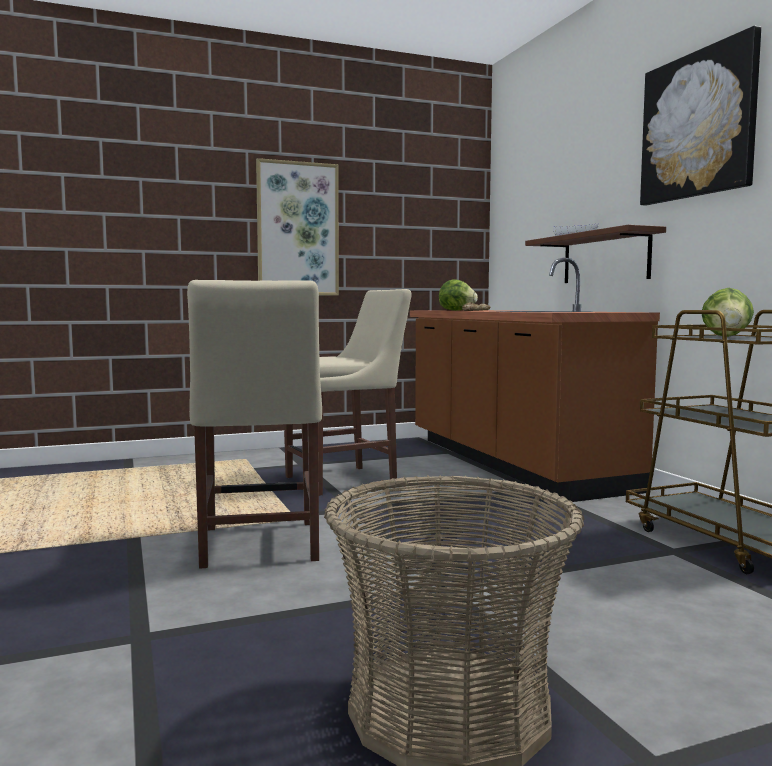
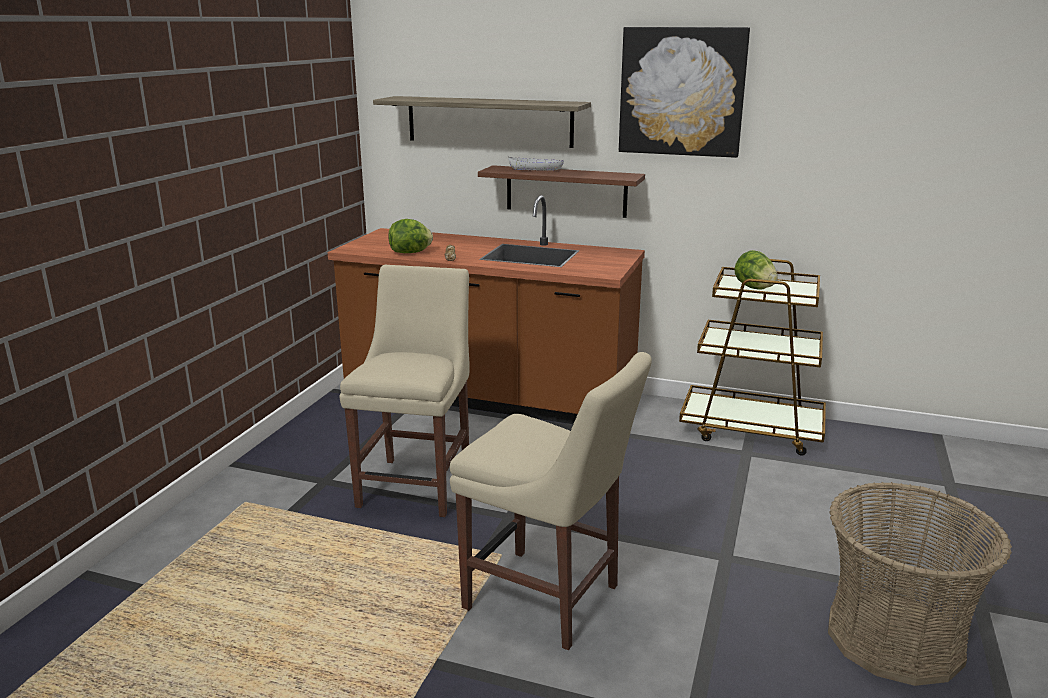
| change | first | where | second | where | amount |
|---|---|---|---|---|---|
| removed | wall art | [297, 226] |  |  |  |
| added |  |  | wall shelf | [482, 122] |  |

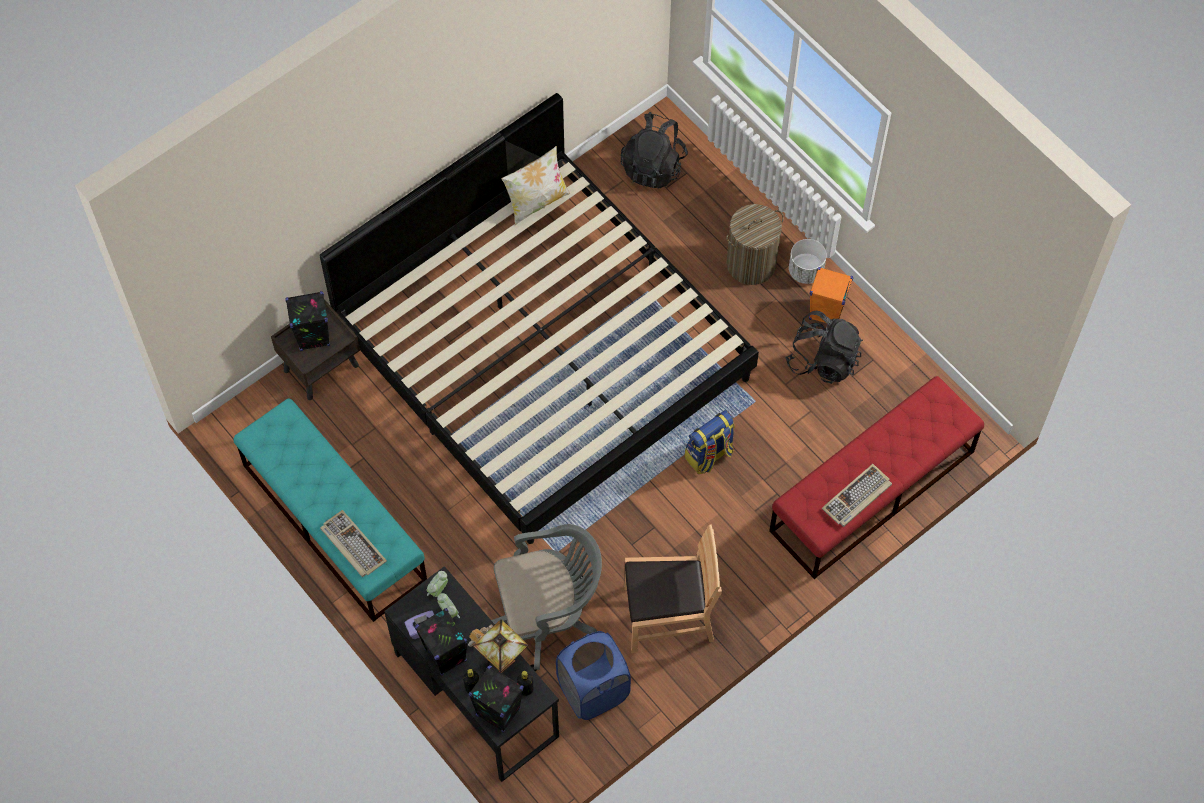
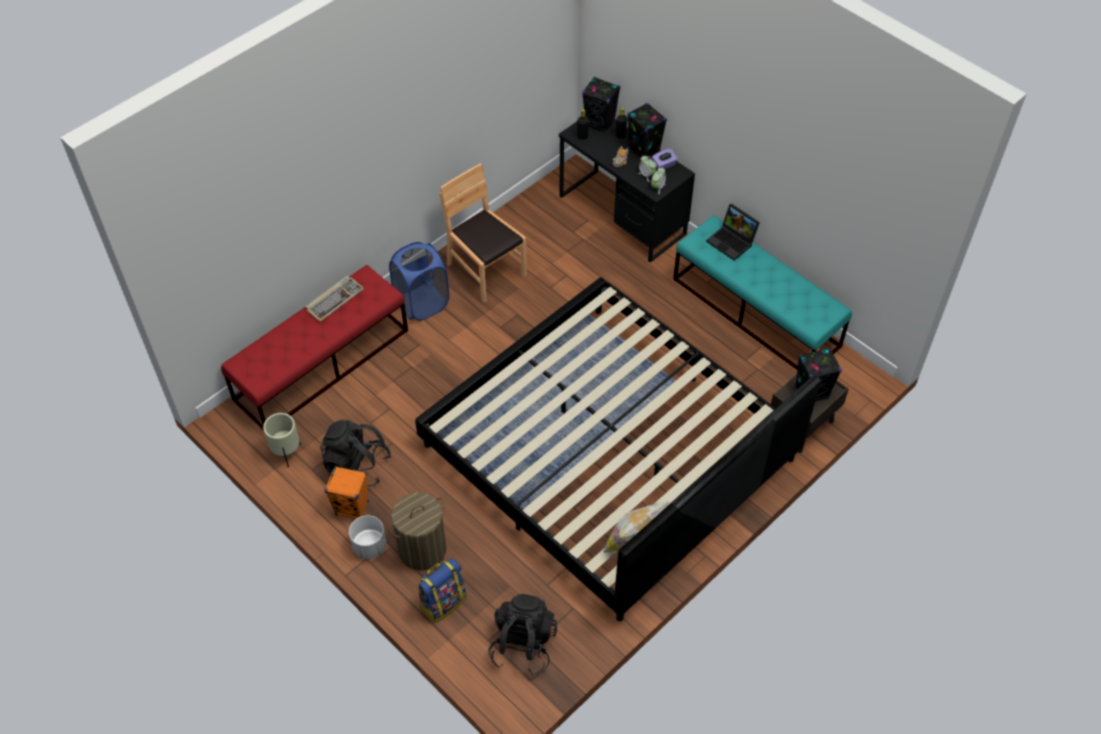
| change | first | where | second | where | amount |
|---|---|---|---|---|---|
| moved | rucksack | [710, 442] |  | [441, 590] |  |
| replaced | keyboard | [353, 543] | notebook computer | [733, 232] |  |
| removed | greyish computer chair | [546, 597] |  |  |  |
| turned | brownish chair | [673, 588] |  | [483, 233] | 60 degrees clockwise |
| removed | tabletop lamp | [500, 646] |  |  |  |
| moved | blue-coloured laundry basket | [593, 675] |  | [419, 281] |  |
| added |  |  | sand-coloured planter | [282, 440] |  |

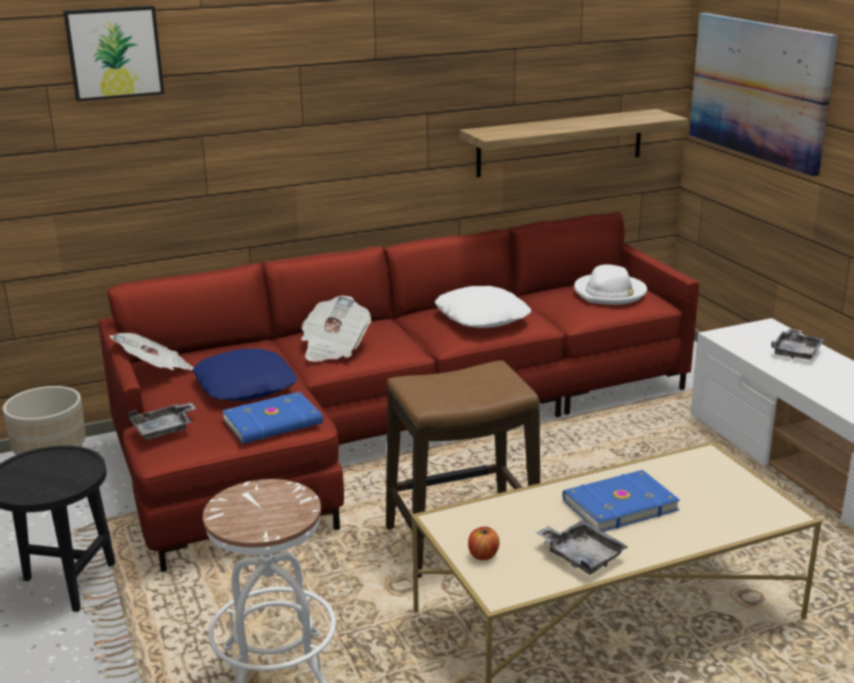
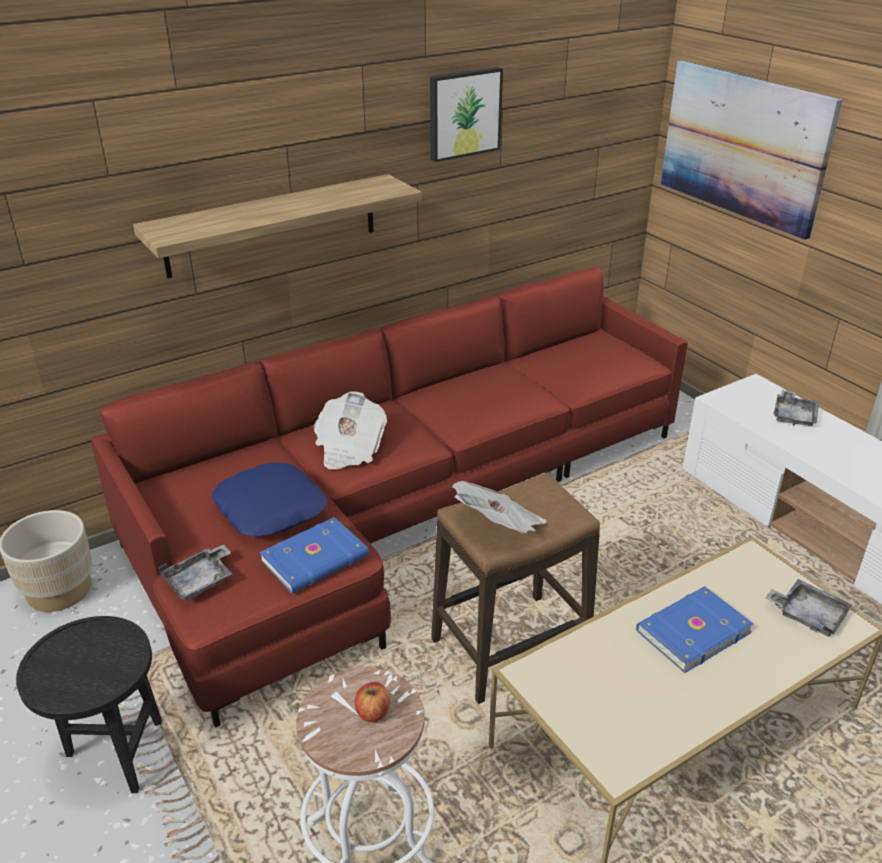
| change | first | where | second | where | amount |
|---|---|---|---|---|---|
| moved | wall art | [113, 53] |  | [466, 114] |  |
| moved | wall shelf | [574, 143] |  | [277, 226] |  |
| removed | white hat | [610, 284] |  |  |  |
| removed | white throw pillow | [483, 307] |  |  |  |
| moved | daily paper | [151, 351] |  | [500, 507] |  |
| moved | greyish carrying tray | [582, 547] |  | [808, 608] |  |
| moved | apple | [483, 543] |  | [372, 702] |  |

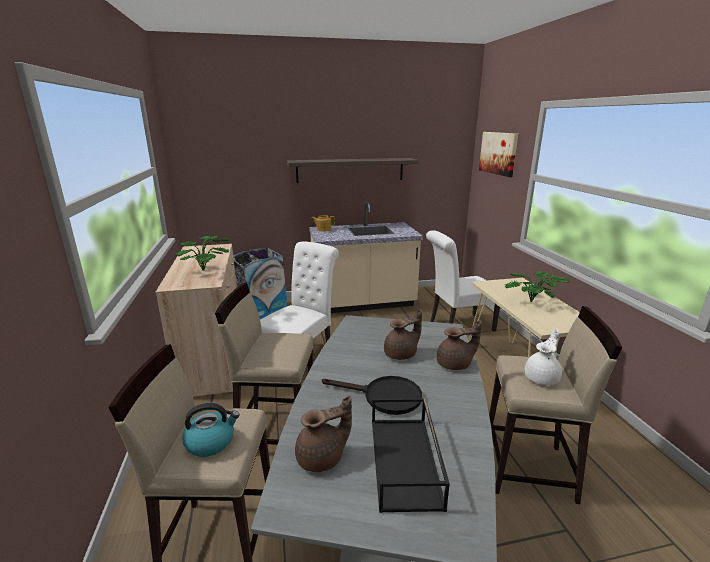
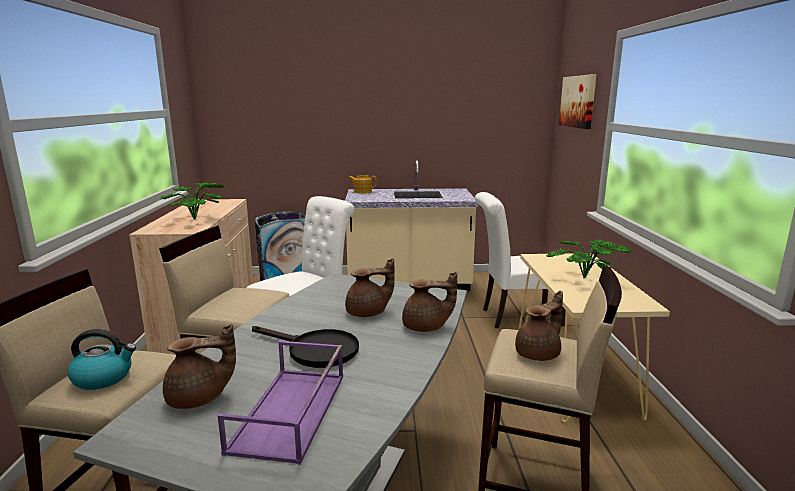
| change | first | where | second | where | amount |
|---|---|---|---|---|---|
| removed | wall shelf | [353, 170] |  |  |  |
| recoloured | white pot for tea | [543, 357] | brownish pot for tea | [539, 325] |  |
| recoloured | black-coloured carrying tray | [411, 455] | purple carrying tray | [280, 403] |  |

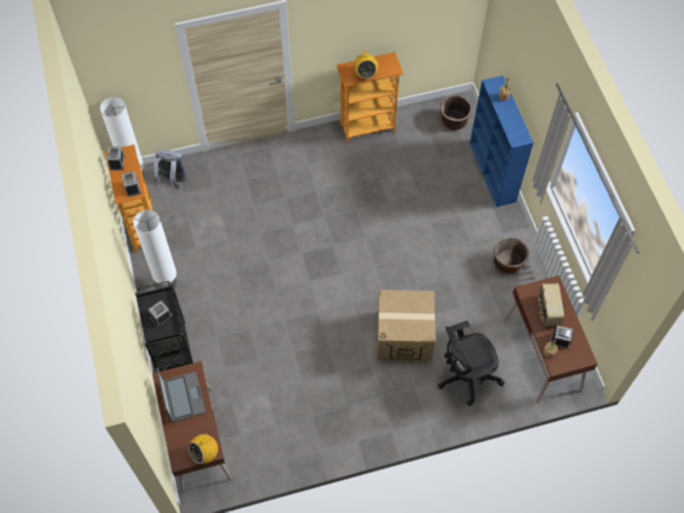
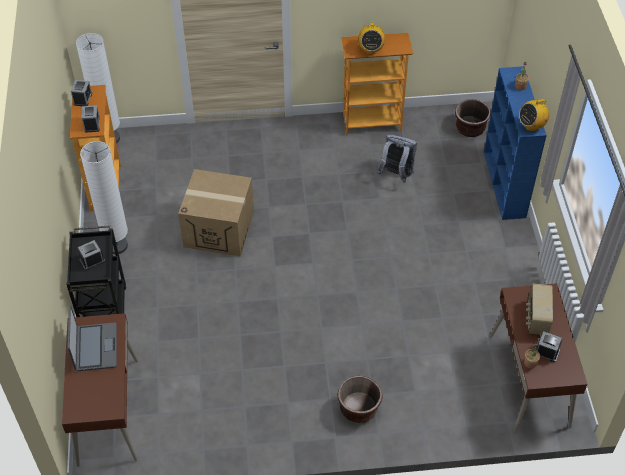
| change | first | where | second | where | amount |
|---|---|---|---|---|---|
| moved | greyish rucksack | [170, 170] |  | [397, 159] |  |
| moved | brownish planter | [511, 256] |  | [360, 399] |  |
| moved | packing box | [406, 326] |  | [216, 212] |  |
| removed | black-coloured computer chair | [471, 363] |  |  |  |
| moved | radio set | [203, 448] |  | [534, 113] |  |

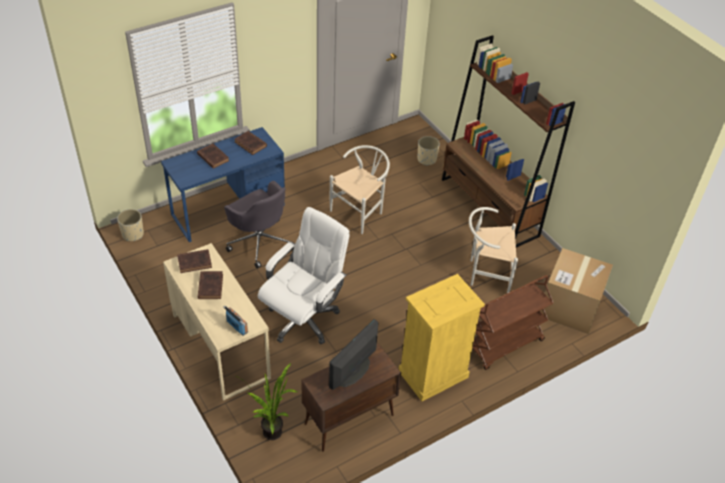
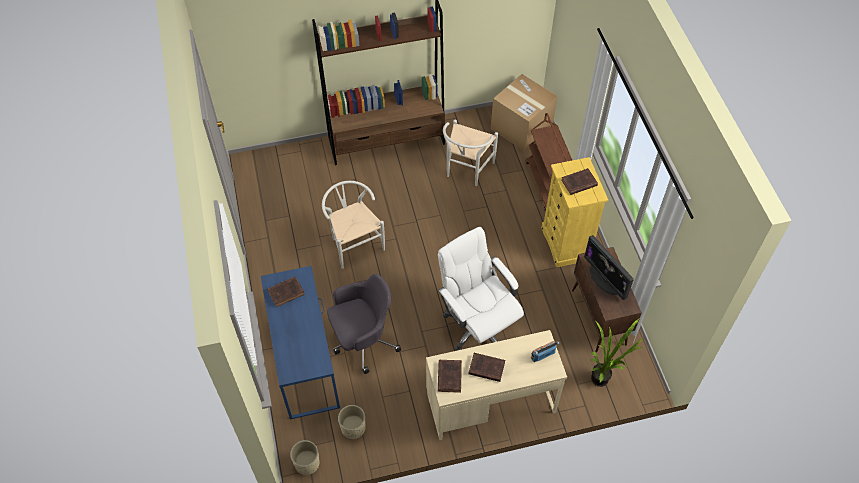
| change | first | where | second | where | amount |
|---|---|---|---|---|---|
| moved | sand-coloured planter | [428, 151] |  | [352, 422] |  |
| moved | brownish bound book | [213, 156] |  | [579, 181] |  |

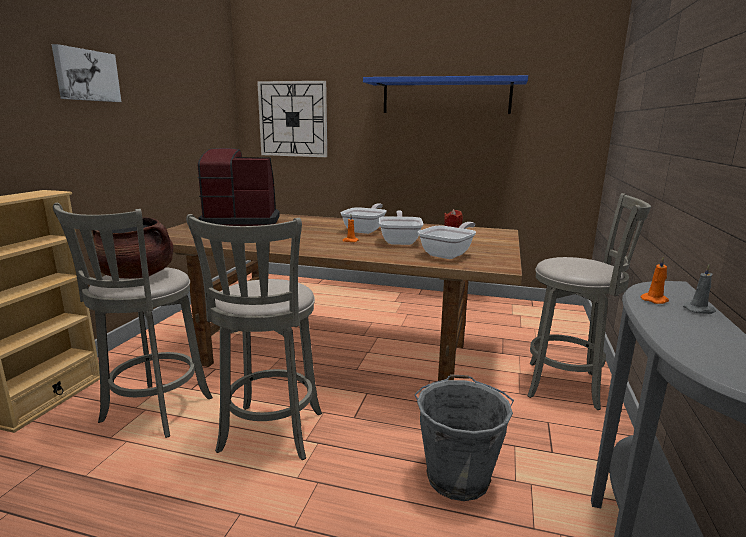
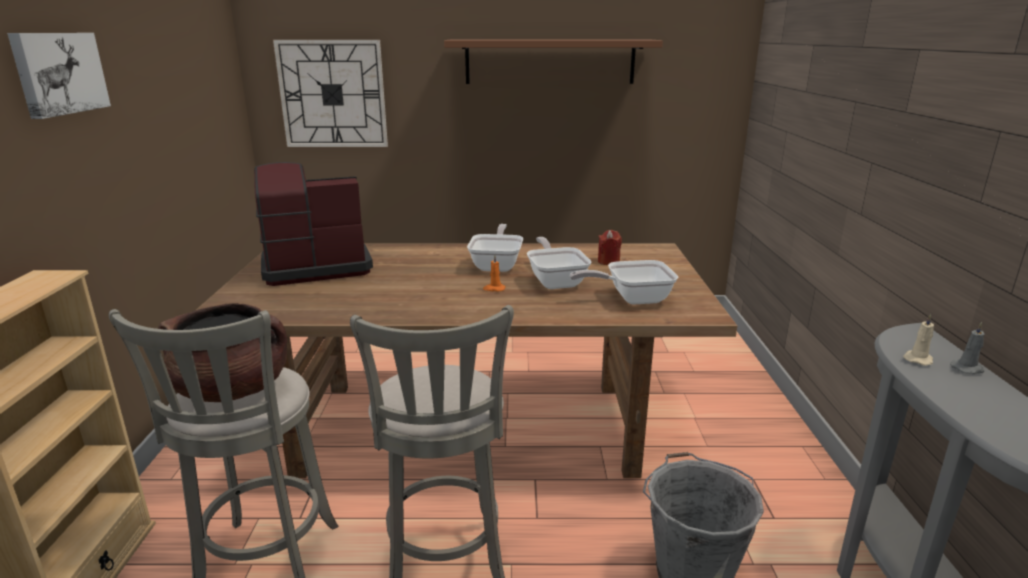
| change | first | where | second | where | amount |
|---|---|---|---|---|---|
| recoloured | blue-coloured wall shelf | [445, 94] | brownish wall shelf | [553, 62] |  |
| removed | greyish stool | [589, 301] |  |  |  |
| turned | frying pan | [447, 240] |  | [623, 282] | 120 degrees counterclockwise |
| recoloured | orange-coloured wax candle | [654, 280] | sand-coloured wax candle | [918, 340] |  |

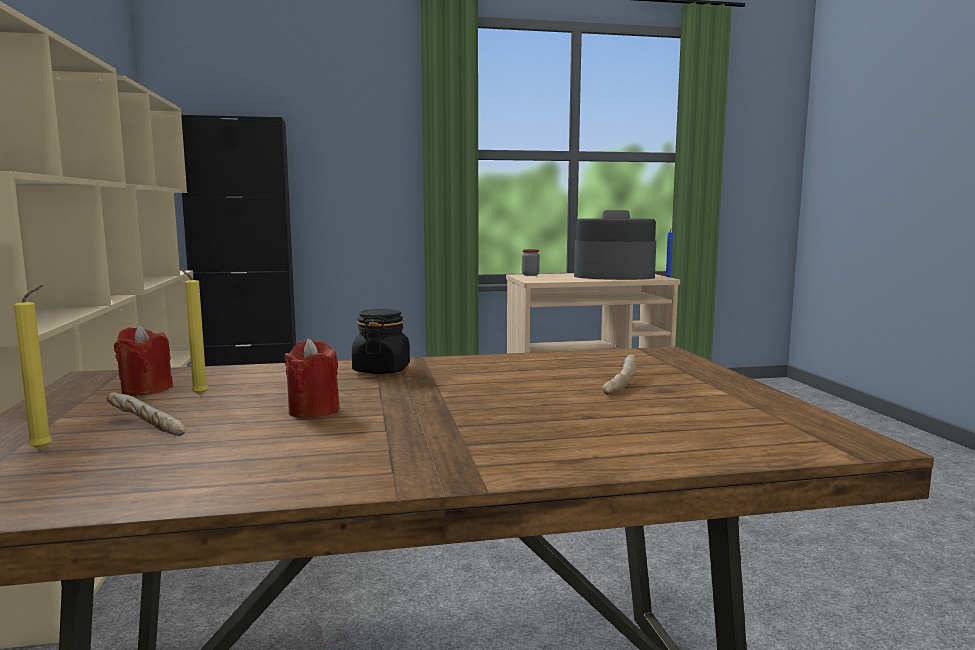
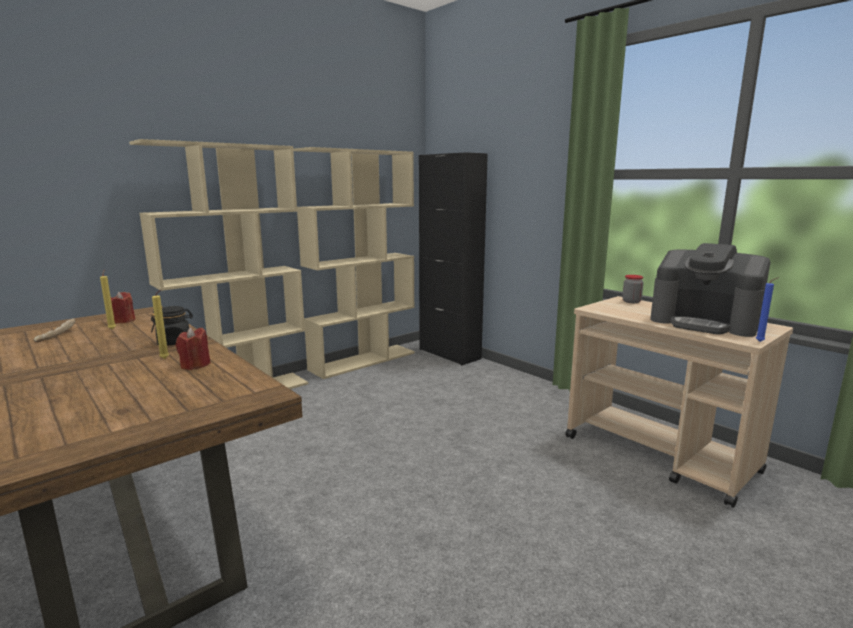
| change | first | where | second | where | amount |
|---|---|---|---|---|---|
| turned | coffee machine | [615, 245] |  | [710, 290] | 150 degrees clockwise |
| moved | yellow wax candle | [33, 367] |  | [160, 324] |  |
| moved | red wax candle | [312, 378] |  | [193, 348] |  |
| removed | baked bread | [619, 374] |  |  |  |

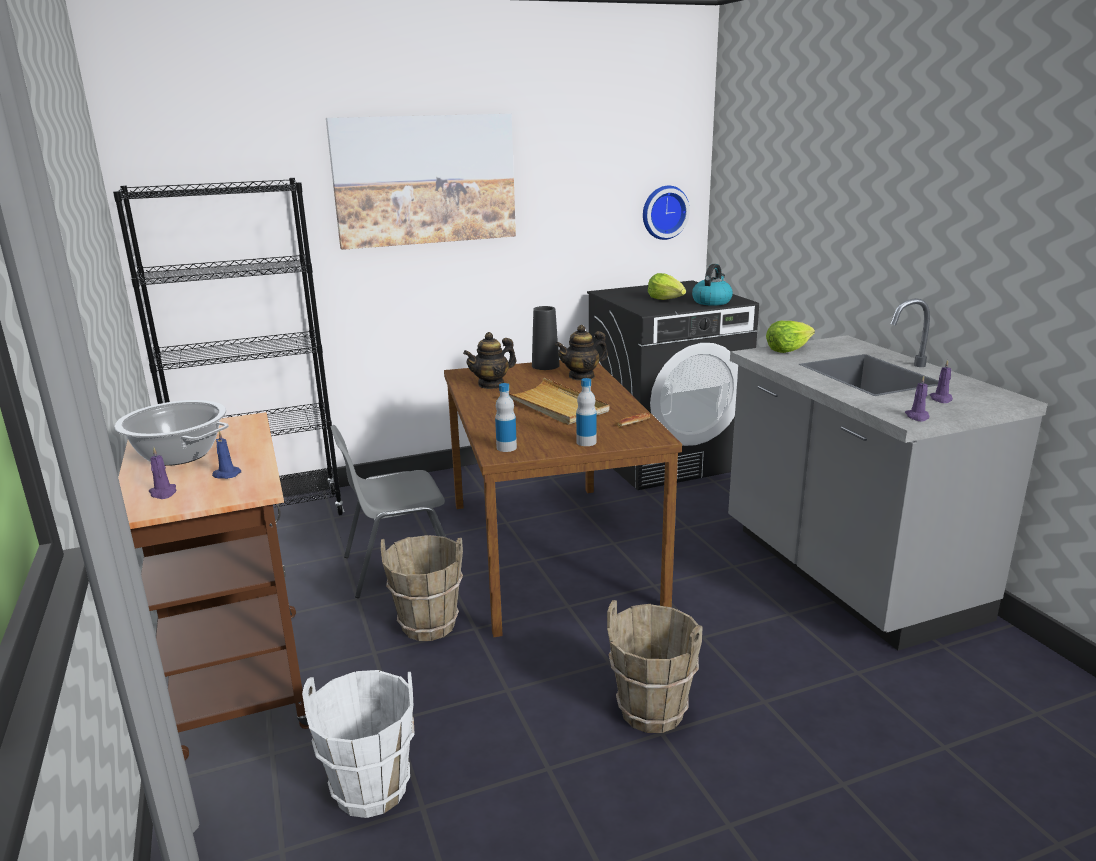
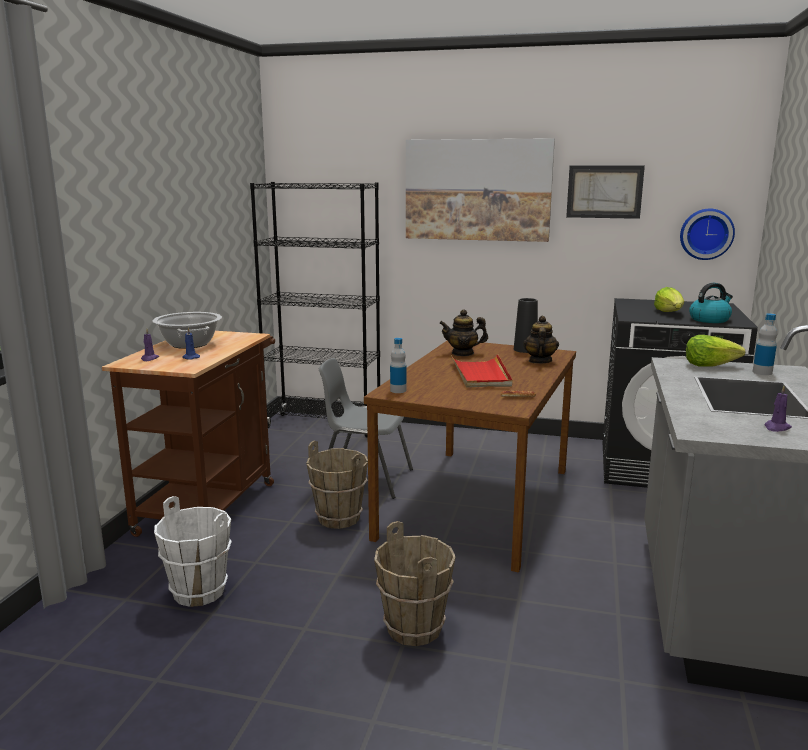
| change | first | where | second | where | amount |
|---|---|---|---|---|---|
| turned | pot for tea | [581, 353] |  | [541, 340] | 90 degrees clockwise |
| removed | purple wax candle | [917, 398] |  |  |  |
| recoloured | sand-coloured carrying tray | [559, 401] | red carrying tray | [481, 371] |  |
| moved | beverage bottle | [586, 412] |  | [765, 344] |  |
| added |  |  | wall art | [605, 192] |  |

